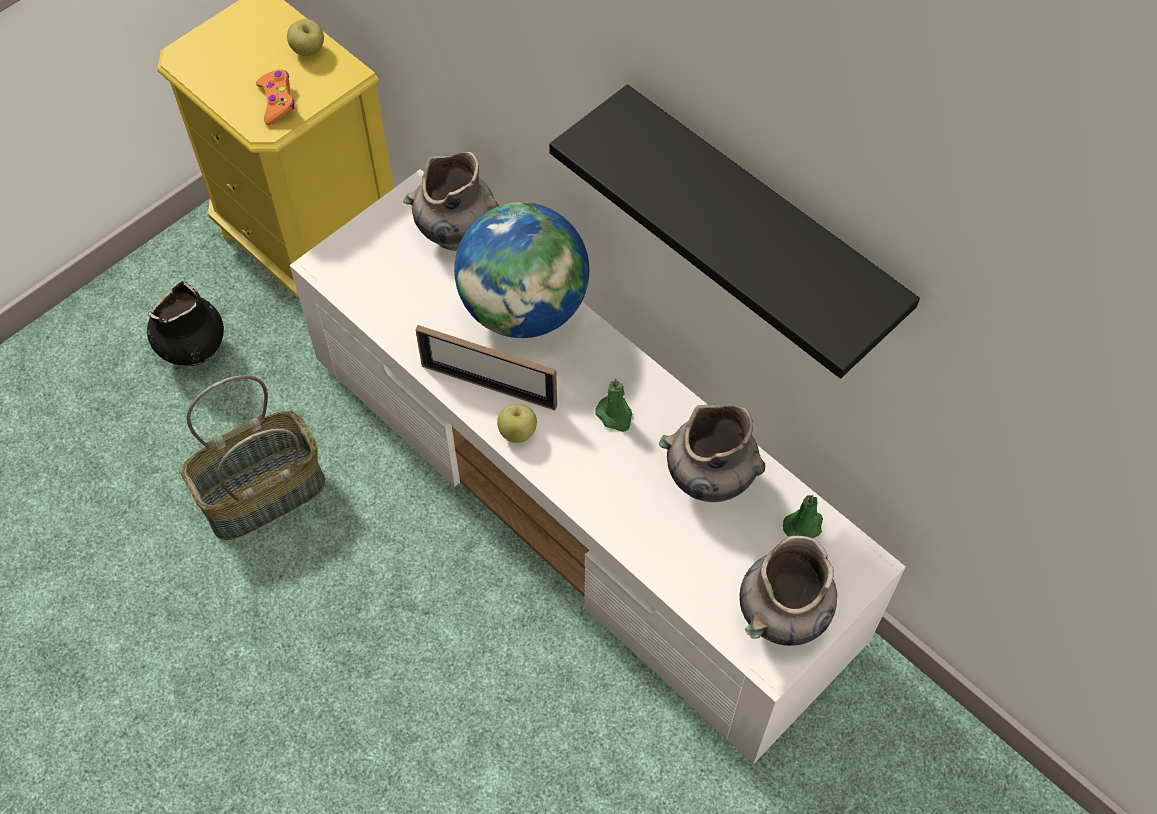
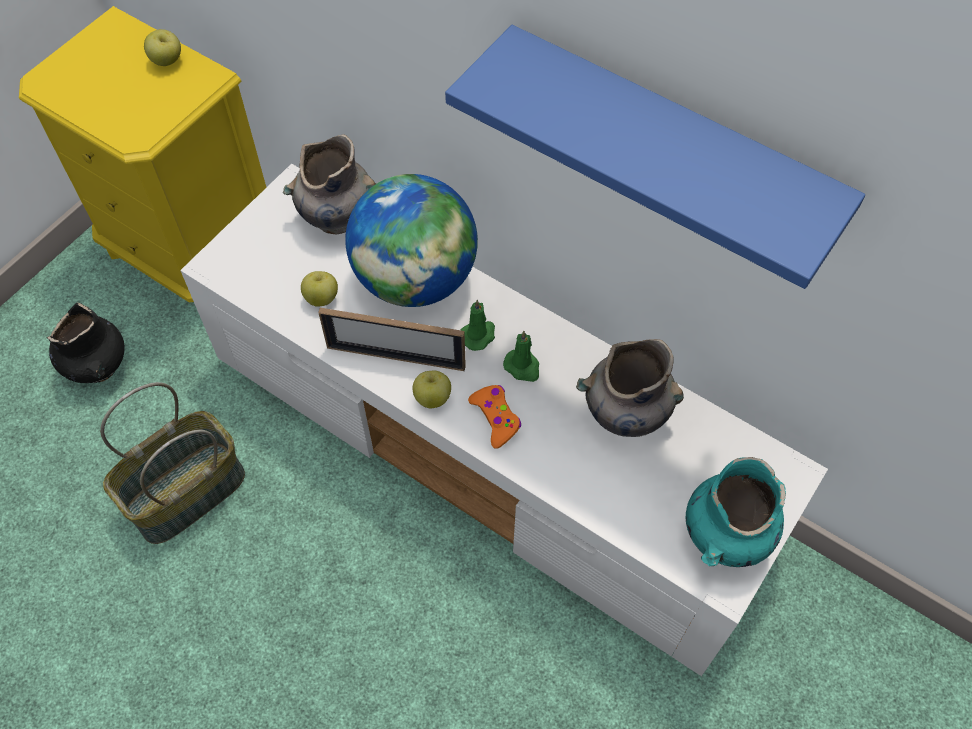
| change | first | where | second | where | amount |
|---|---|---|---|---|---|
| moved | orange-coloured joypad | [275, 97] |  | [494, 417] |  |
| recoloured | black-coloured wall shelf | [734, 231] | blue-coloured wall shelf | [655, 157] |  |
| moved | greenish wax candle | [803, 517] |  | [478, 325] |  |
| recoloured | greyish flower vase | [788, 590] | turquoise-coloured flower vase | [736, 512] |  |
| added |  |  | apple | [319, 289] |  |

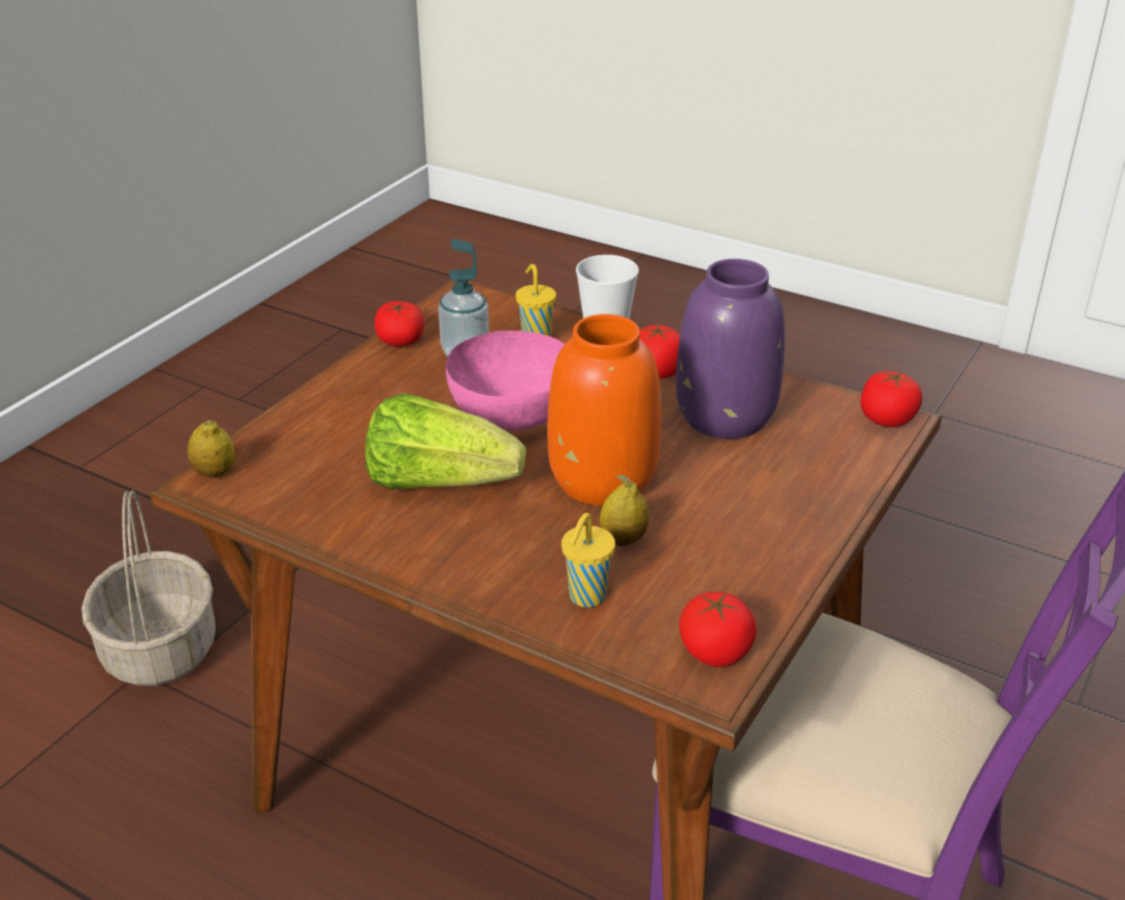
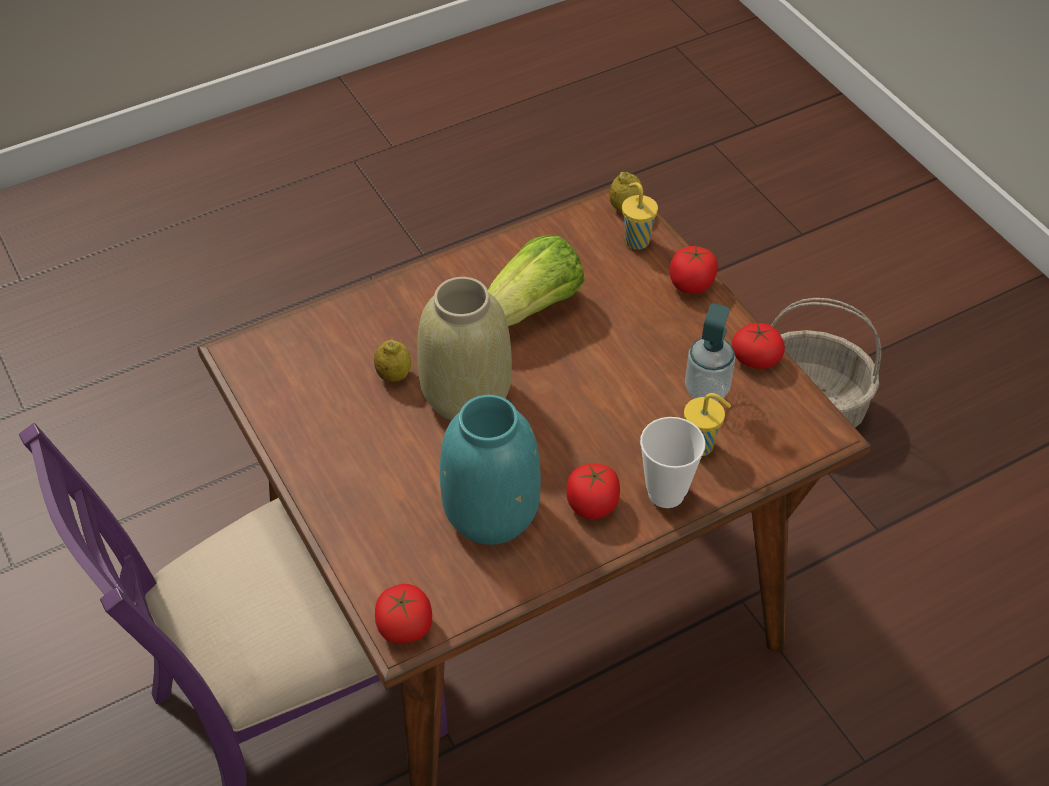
| change | first | where | second | where | amount |
|---|---|---|---|---|---|
| recoloured | purple flower vase | [730, 349] | turquoise-coloured flower vase | [490, 470] |  |
| recoloured | orange-coloured flower vase | [604, 410] | sand-coloured flower vase | [464, 348] |  |
| removed | pink-coloured serving bowl | [505, 380] |  |  |  |
| moved | yellow cup | [588, 560] |  | [640, 216] |  |
| moved | whole tomato | [718, 629] |  | [694, 269] |  |

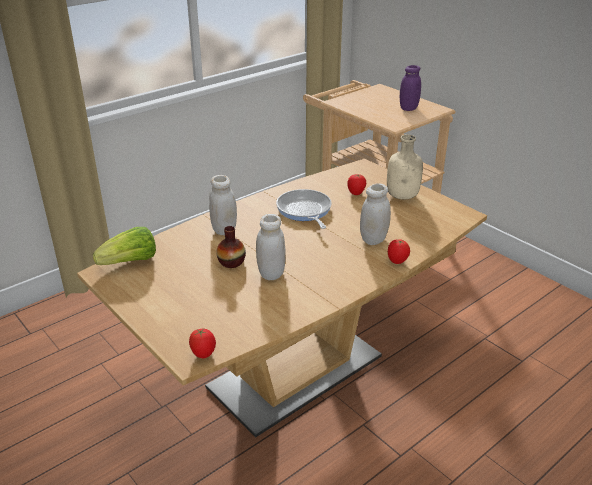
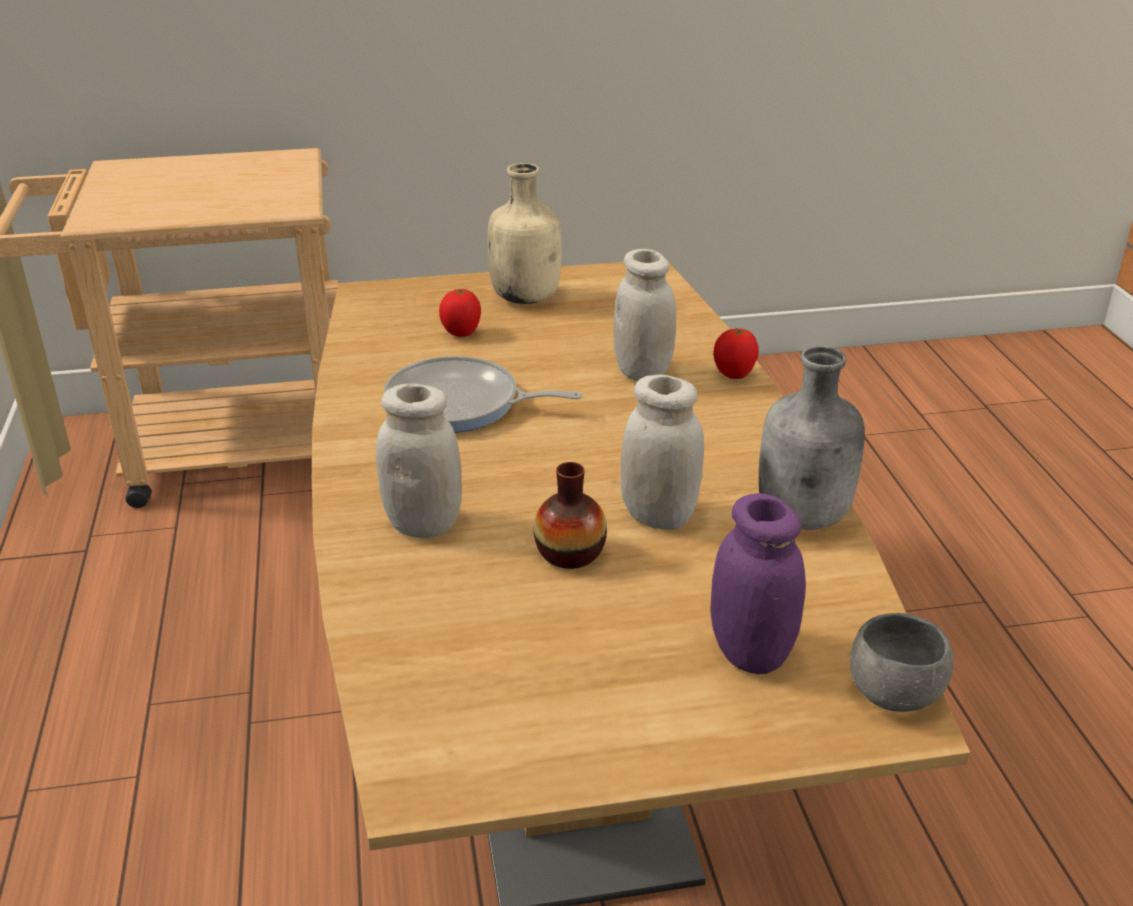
| change | first | where | second | where | amount |
|---|---|---|---|---|---|
| moved | purple preserve jar | [410, 88] |  | [758, 583] |  |
| removed | lettuce head | [124, 246] |  |  |  |
| replaced | whole tomato | [202, 343] | greyish serving bowl | [901, 662] |  |
| added |  |  | greyish beverage bottle | [812, 437] |  |

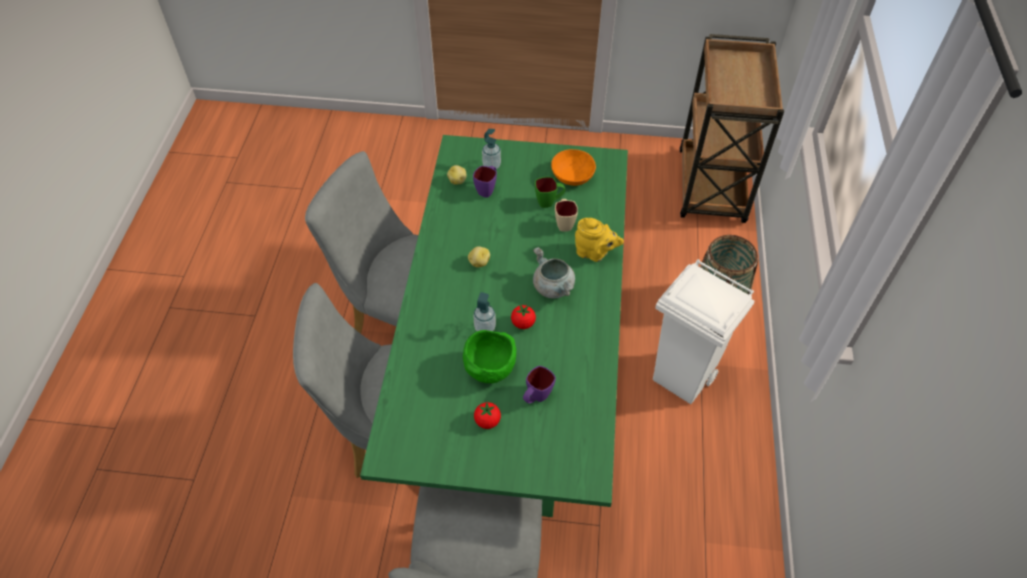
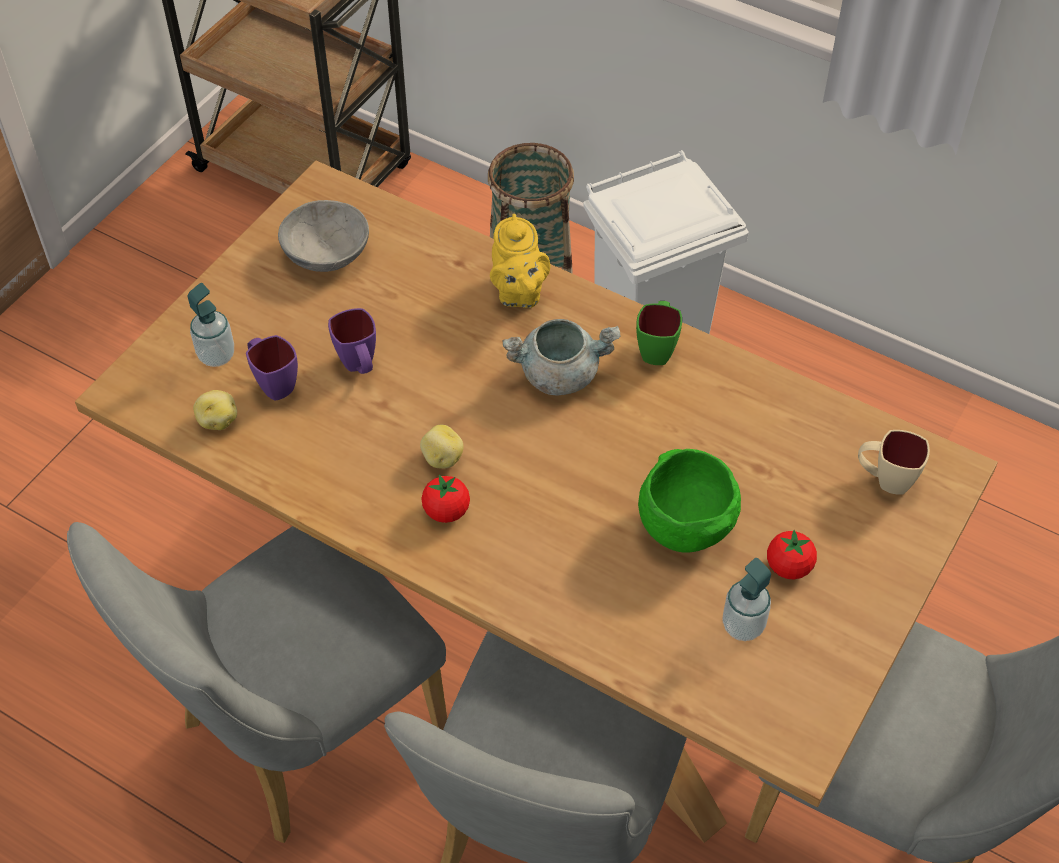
| change | first | where | second | where | amount |
|---|---|---|---|---|---|
| recoloured | greenish kitchen table | [494, 326] | brownish kitchen table | [536, 502] |  |
| recoloured | orange-coloured serving bowl | [573, 167] | greyish serving bowl | [323, 236] |  |
| moved | greenish coffee mug | [550, 192] |  | [659, 333] |  |
| moved | sand-coloured coffee mug | [566, 215] |  | [894, 462] |  |
| turned | yellow pot for tea | [599, 240] |  | [520, 261] | 120 degrees clockwise |
| moved | soap bottle | [484, 311] |  | [746, 599] |  |
| moved | whole tomato | [523, 317] |  | [445, 499] |  |
| moved | purple coffee mug | [539, 384] |  | [352, 341] |  |

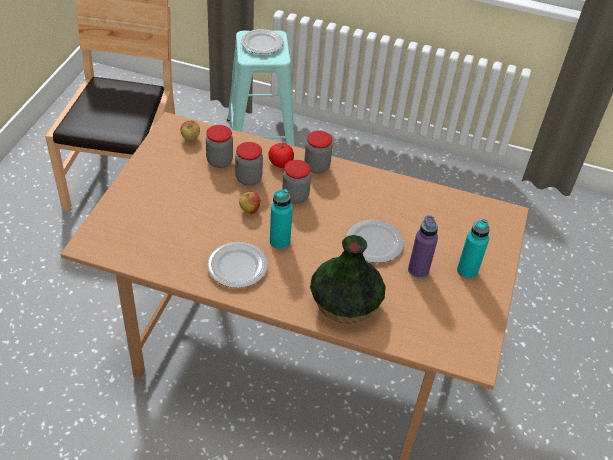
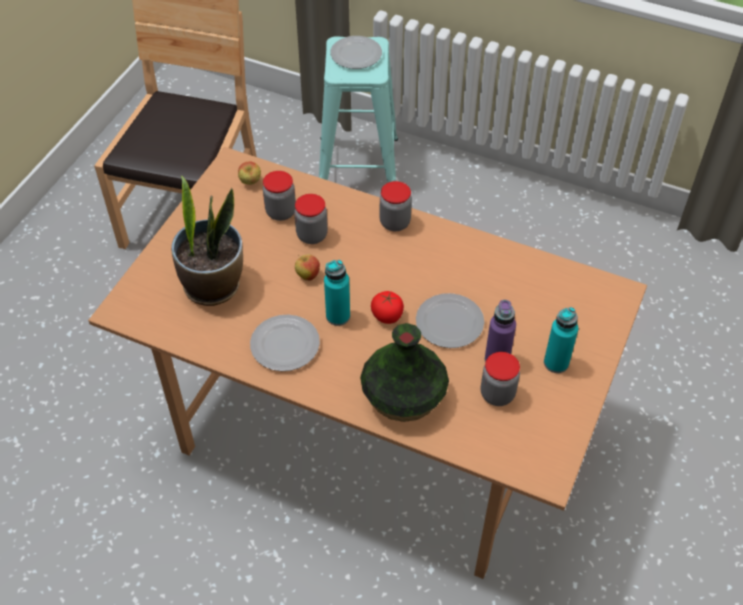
| change | first | where | second | where | amount |
|---|---|---|---|---|---|
| moved | whole tomato | [281, 155] |  | [387, 307] |  |
| moved | preserve jar | [296, 182] |  | [500, 379] |  |
| added |  |  | potted plant | [207, 240] |  |

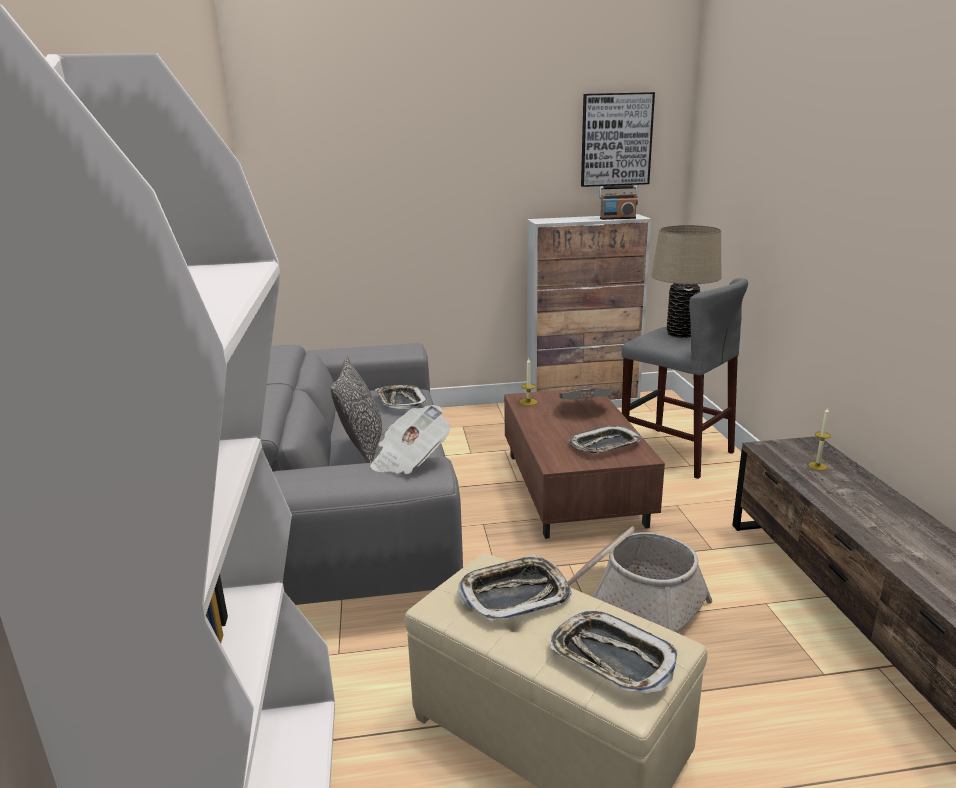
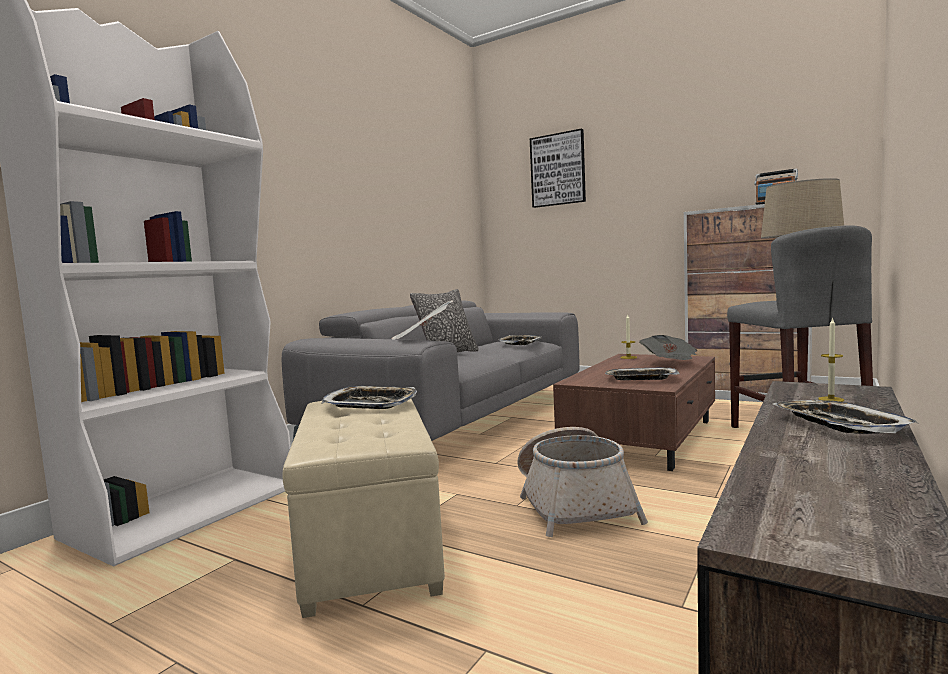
| change | first | where | second | where | amount |
|---|---|---|---|---|---|
| moved | wall art | [618, 139] |  | [558, 168] |  |
| moved | carrying tray | [614, 652] |  | [846, 417] |  |

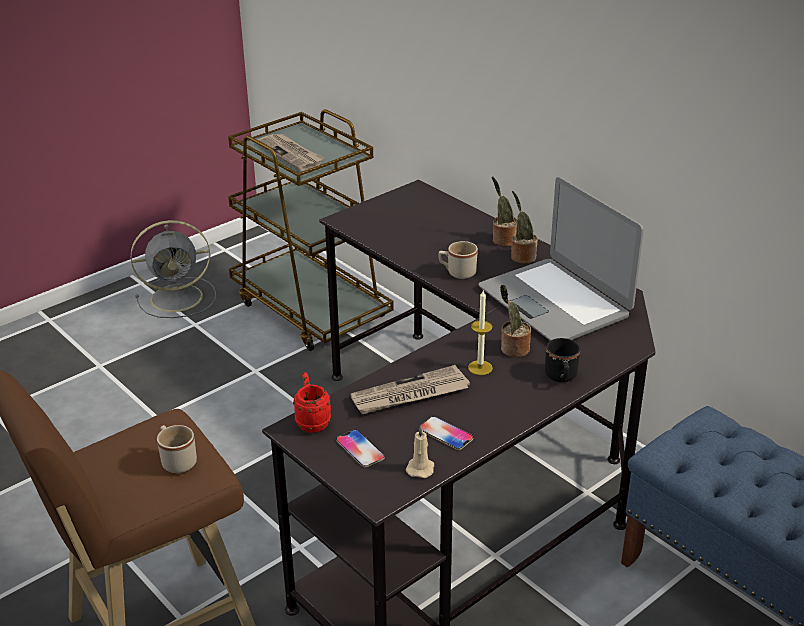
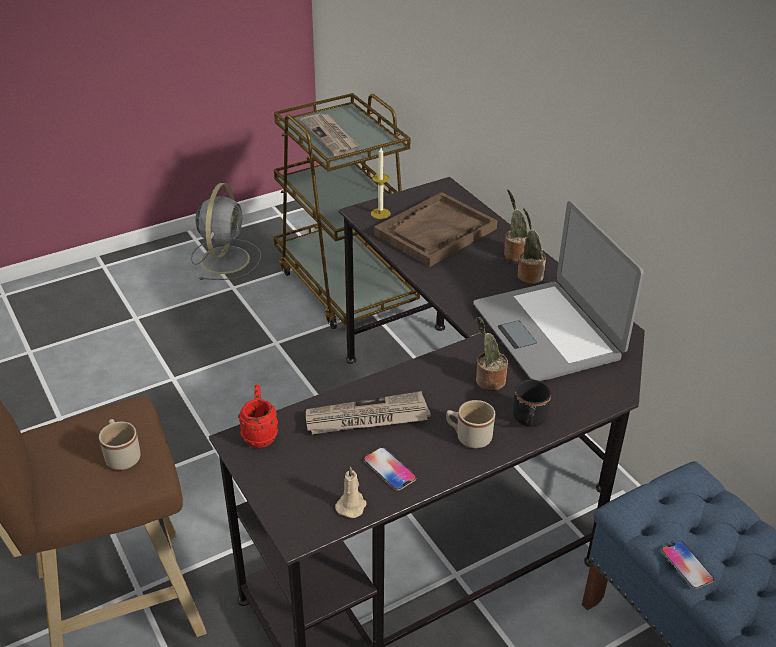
| change | first | where | second | where | amount |
|---|---|---|---|---|---|
| turned | greyish electric fan | [173, 269] |  | [226, 231] | 75 degrees counterclockwise |
| moved | sand-coloured coffee mug | [458, 260] |  | [470, 424] |  |
| moved | wax candle | [480, 333] |  | [381, 183] |  |
| moved | telephone | [360, 448] |  | [687, 565] |  |
| added |  |  | brownish carrying tray | [435, 229] |  |

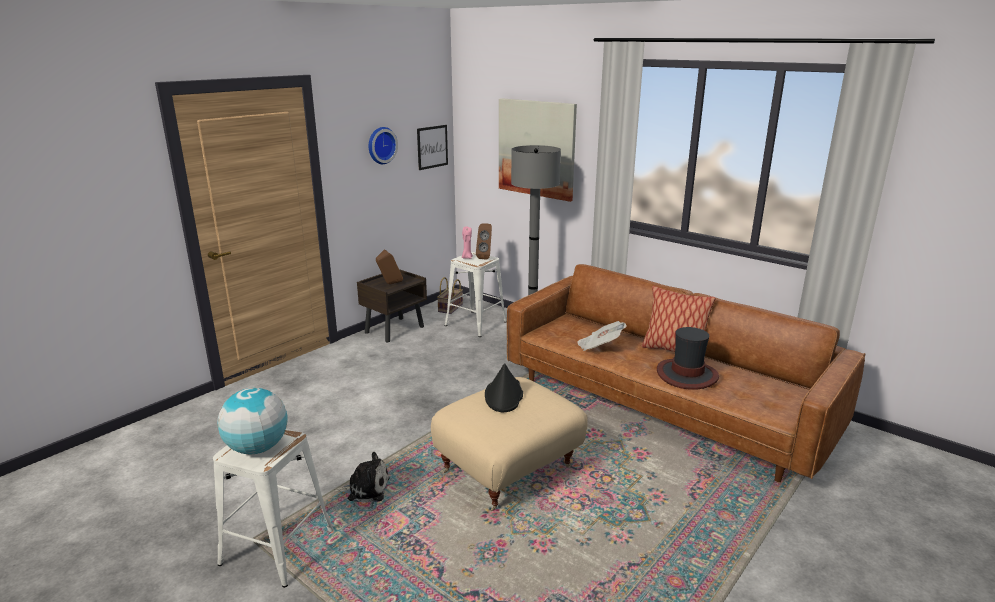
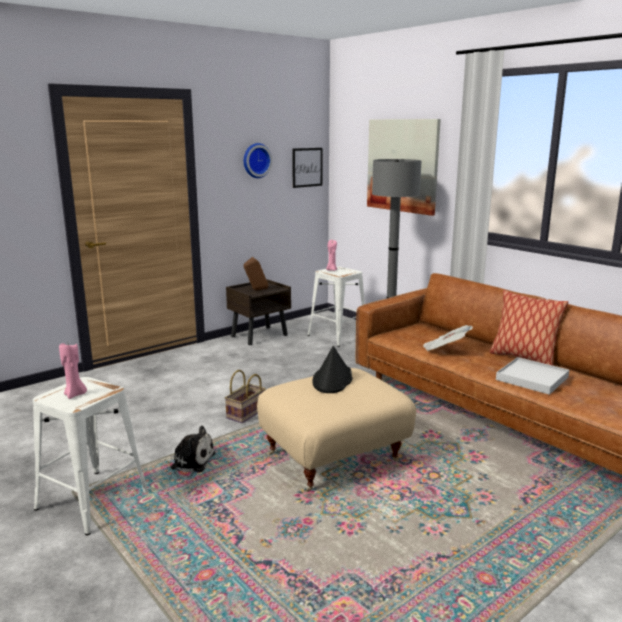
| change | first | where | second | where | amount |
|---|---|---|---|---|---|
| removed | brownish speaker | [484, 241] |  |  |  |
| moved | storage basket | [450, 295] |  | [245, 396] |  |
| replaced | hat | [688, 358] | white carrying tray | [532, 376] |  |
| replaced | desk globe | [252, 421] | pink-coloured wax candle | [73, 371] |  |

